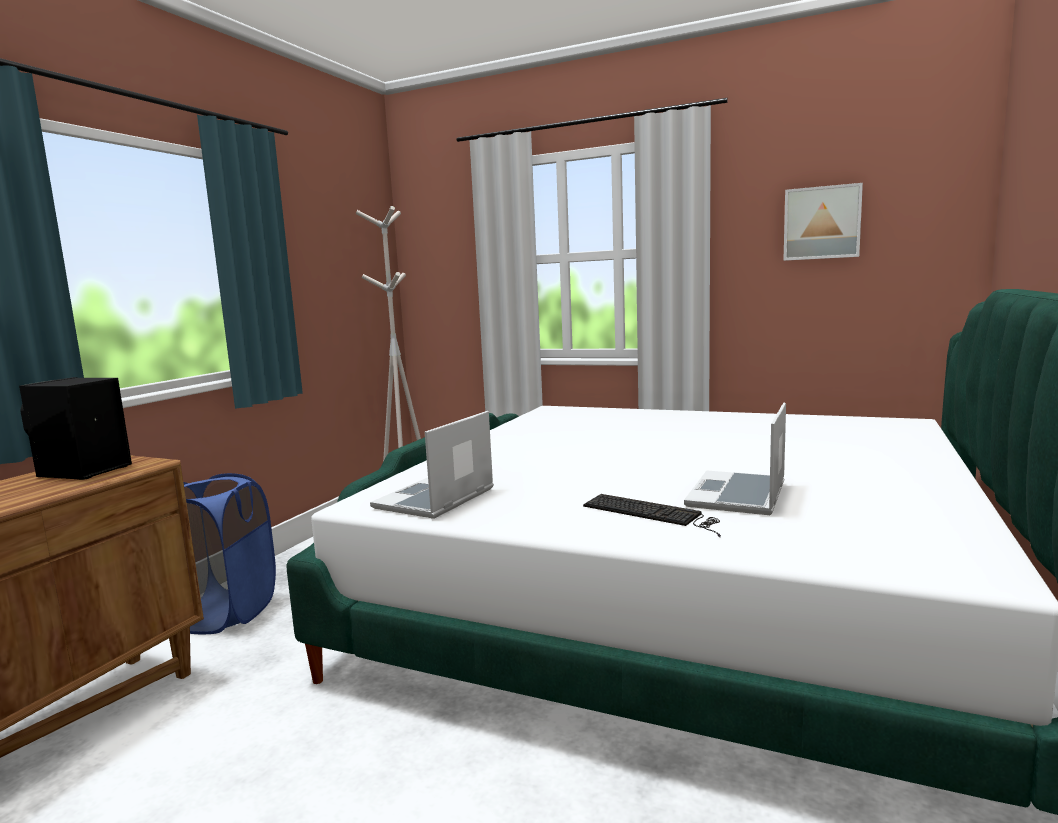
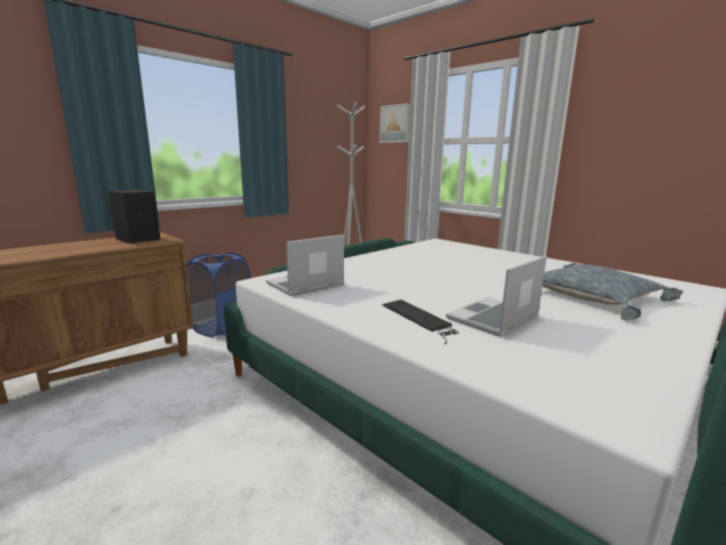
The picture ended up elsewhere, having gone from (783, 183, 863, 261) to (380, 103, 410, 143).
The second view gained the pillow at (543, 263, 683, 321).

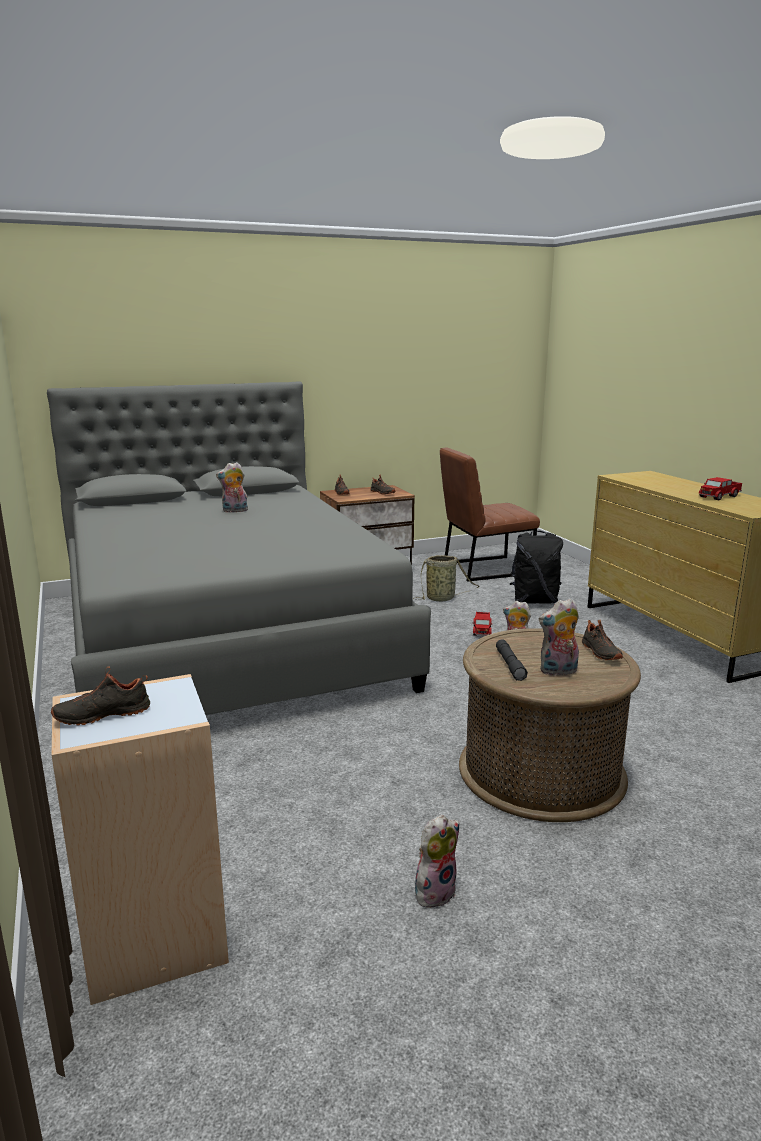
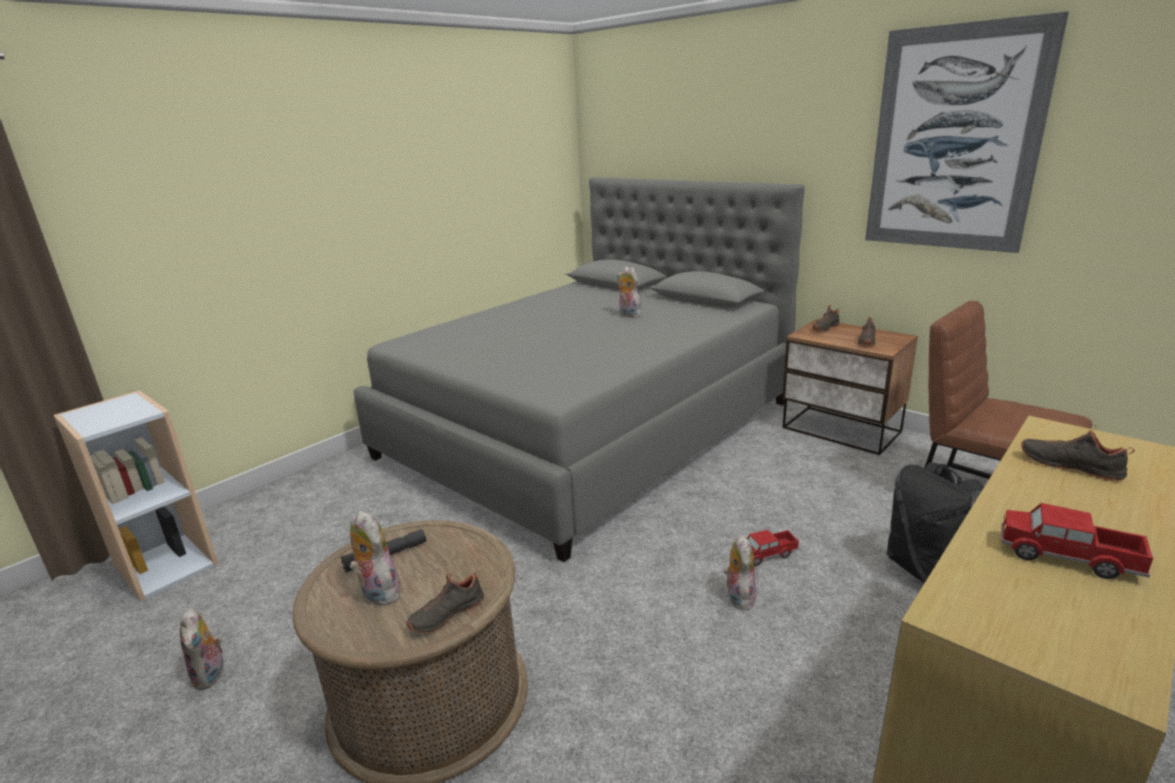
The black shoe ended up elsewhere, having gone from (51, 666, 150, 725) to (1021, 425, 1135, 481).
The second view lost the basket at (413, 555, 480, 601).
The plush toy at (415, 815, 460, 907) ended up facing another way, 45 degrees clockwise from before.
The second view gained the picture at (865, 11, 1069, 253).

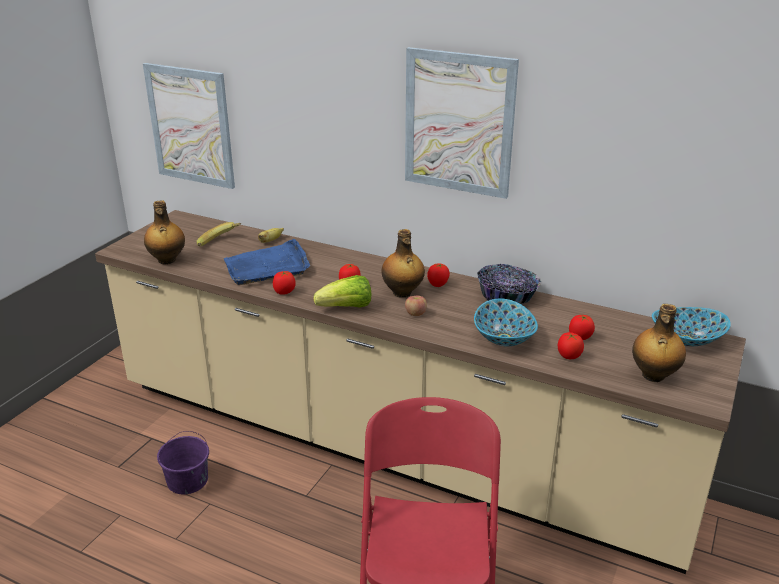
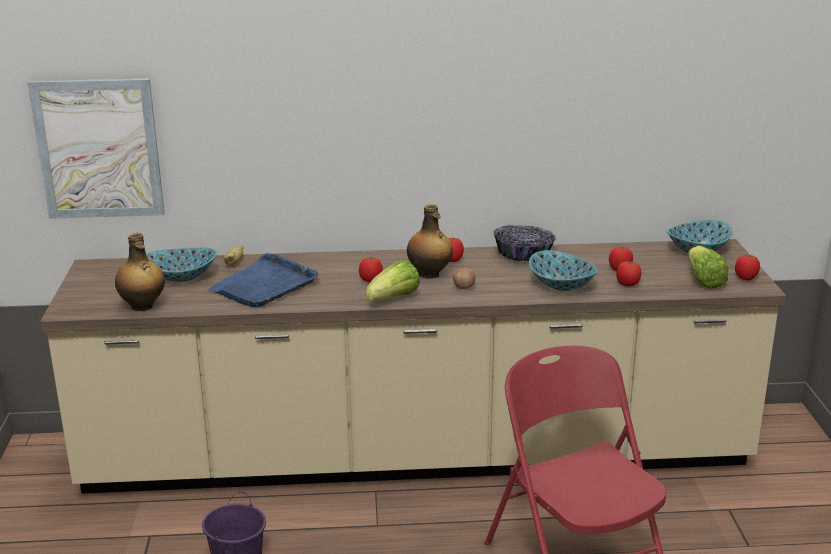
Where the banana stood at (197, 222, 241, 247), the bowl came to stand at (146, 248, 217, 282).
The tomato ended up elsewhere, having gone from (273, 271, 296, 295) to (735, 255, 760, 280).
The second view lost the picture at (405, 47, 519, 199).
Where the bottle stood at (632, 304, 686, 382), the lettuce came to stand at (688, 246, 728, 289).

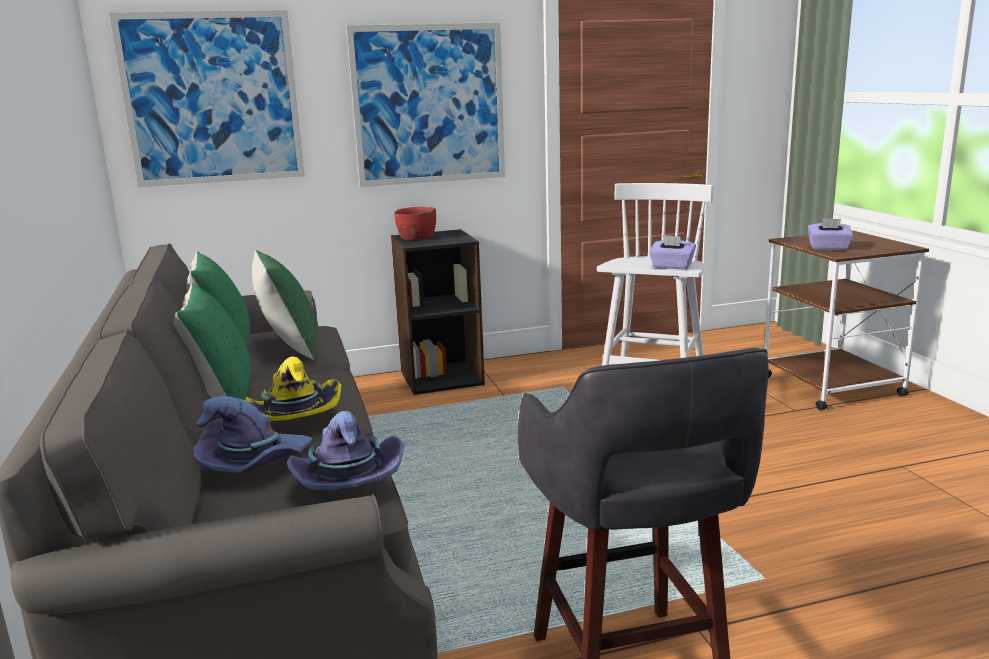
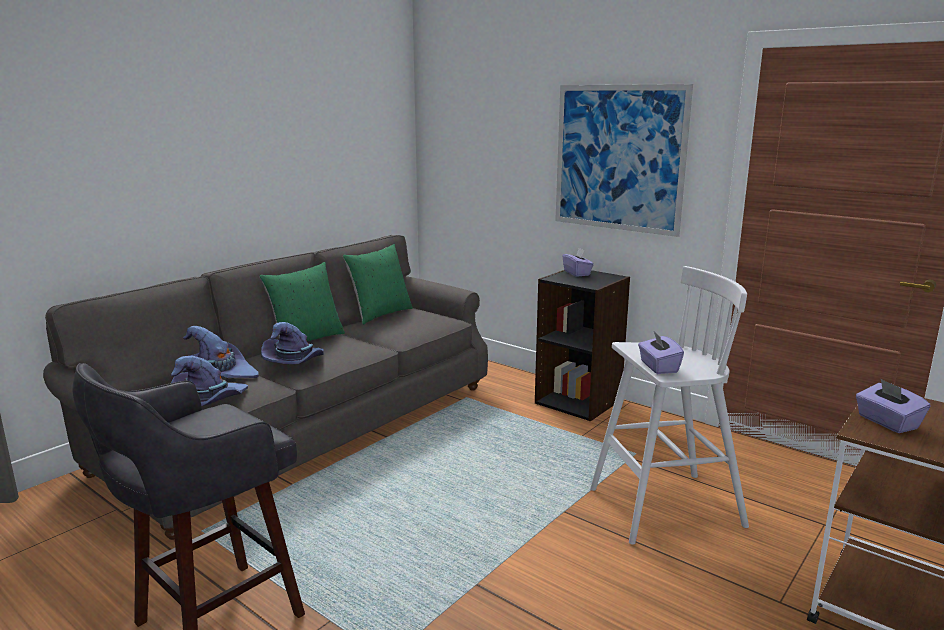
The second view lost the picture at (109, 10, 305, 187).
What was the yellow hat at (245, 357, 341, 421) turned into the purple hat at (261, 322, 324, 364).
The second view lost the green pillow at (252, 250, 317, 360).
Where the red bowl stood at (394, 207, 436, 240), the purple tissue box came to stand at (562, 248, 594, 277).

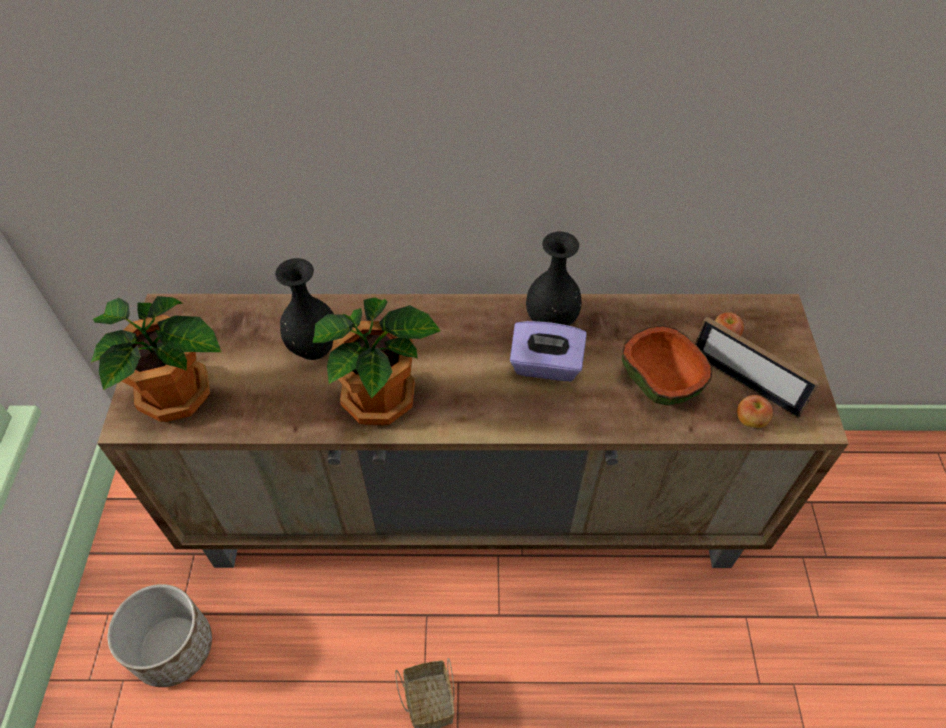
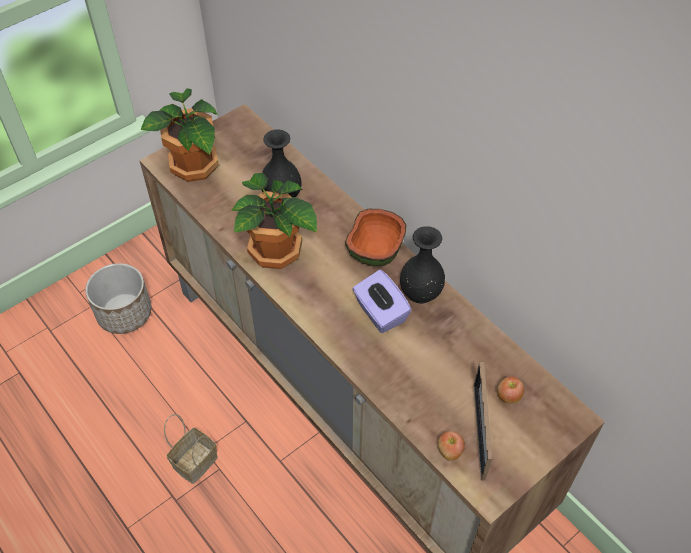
The bowl ended up elsewhere, having gone from (622, 325, 712, 405) to (345, 209, 406, 266).

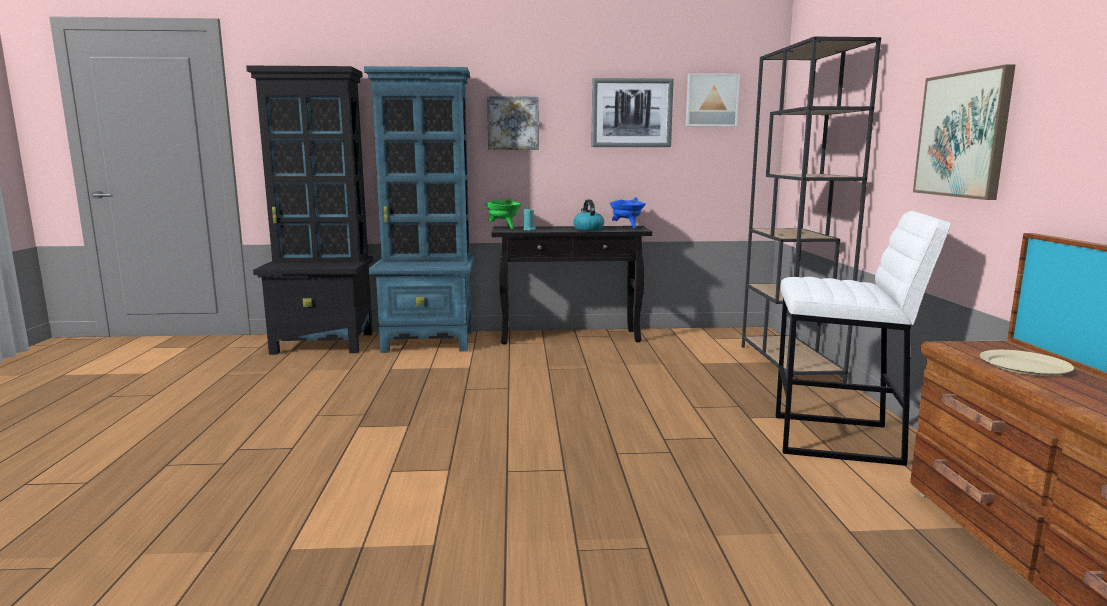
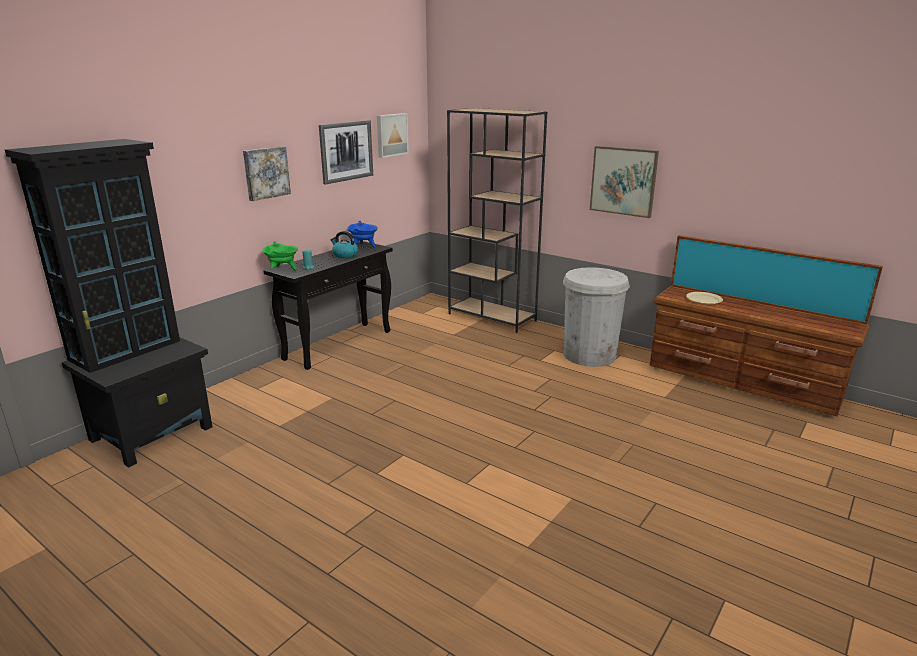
The second view lost the blue cabinet at (364, 66, 475, 353).
Where the white stool stood at (776, 211, 950, 466), the white trash can came to stand at (563, 267, 630, 367).

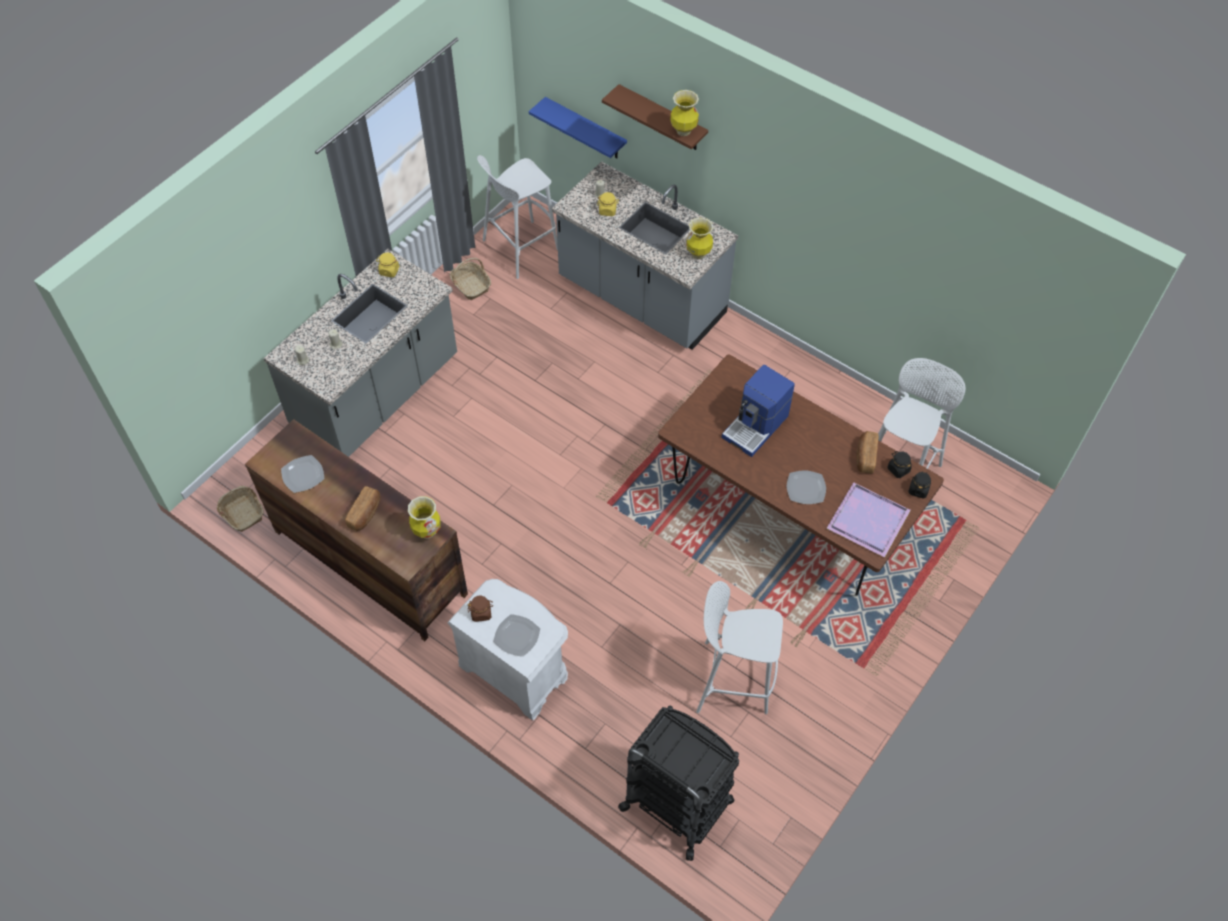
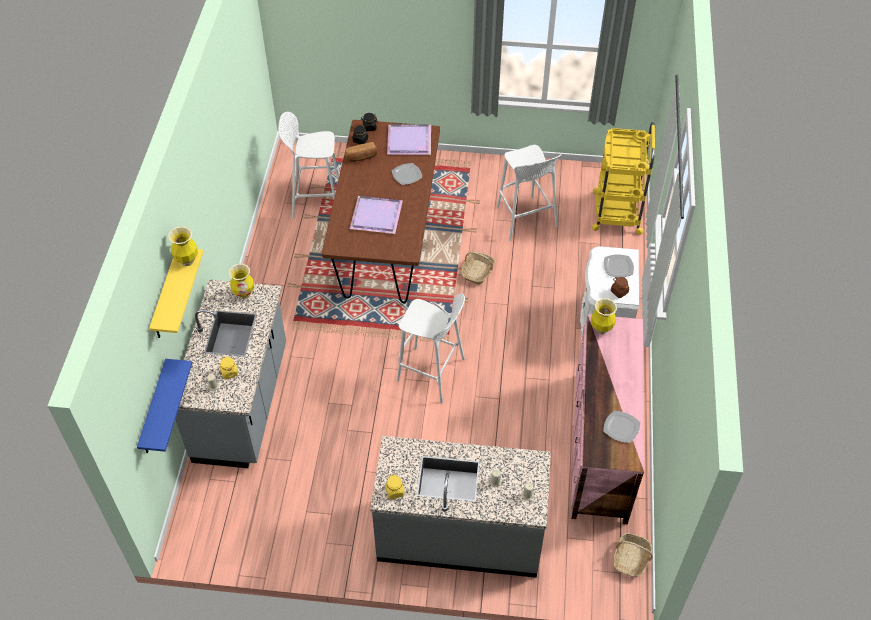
What was the brown cabinet at (245, 419, 468, 641) turned into the pink cabinet at (571, 314, 644, 524).
The second view lost the bread at (345, 486, 380, 531).
The basket ended up elsewhere, having gone from (449, 258, 491, 300) to (462, 252, 495, 284).
The white stool ended up elsewhere, having gone from (477, 155, 558, 279) to (397, 293, 465, 404).
What was the brown shelf at (602, 84, 708, 150) turned into the yellow shelf at (149, 249, 204, 338).
What was the black cart at (618, 706, 739, 861) turned into the yellow cart at (592, 122, 655, 235).
Where the coffee machine stood at (722, 365, 795, 457), the purple tray came to stand at (350, 196, 403, 234).

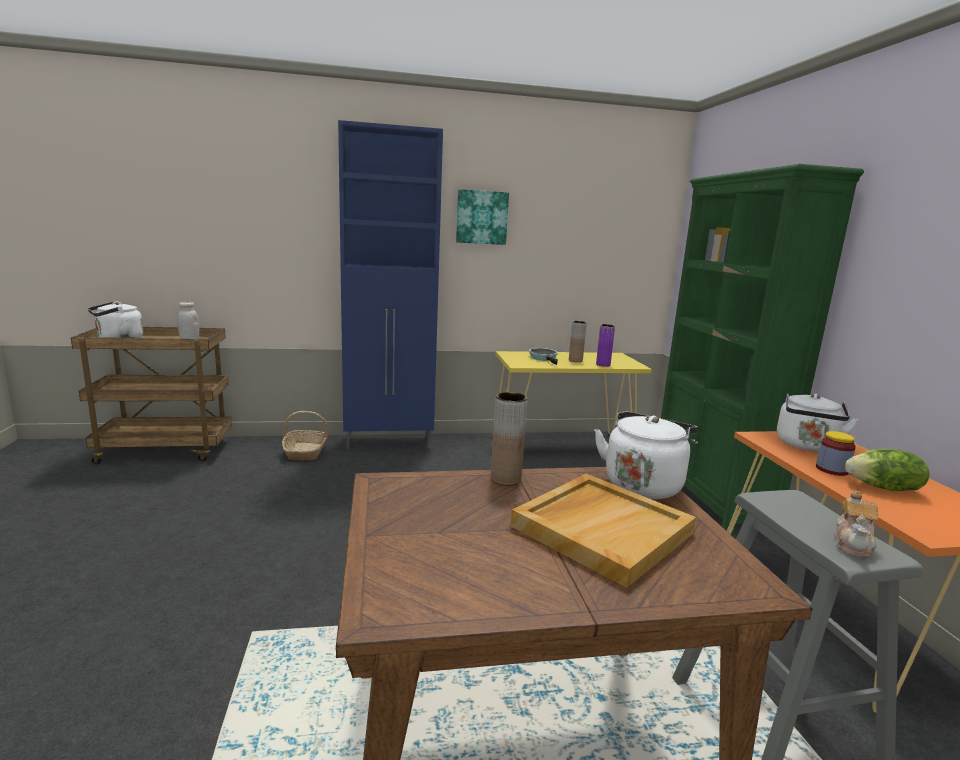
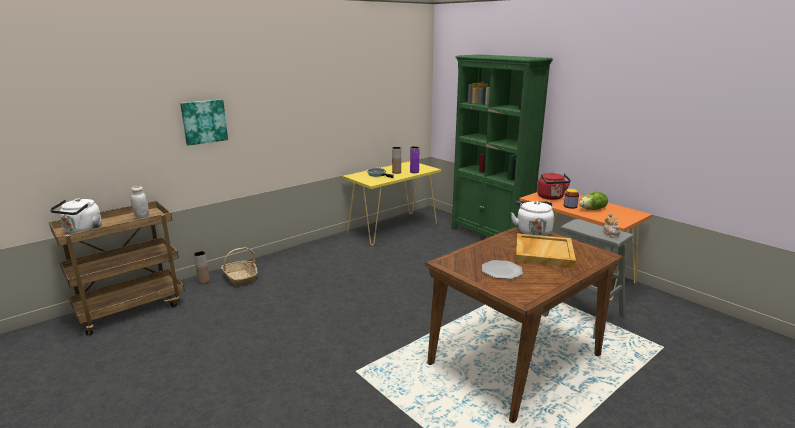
The second view lost the blue cabinet at (338, 120, 443, 450).
The picture ended up elsewhere, having gone from (456, 189, 509, 245) to (180, 99, 228, 146).
The brown vase ended up elsewhere, having gone from (491, 392, 528, 486) to (194, 251, 210, 284).
What was the white kettle at (777, 393, 859, 451) turned into the red kettle at (537, 172, 571, 200).
The second view gained the plate at (482, 260, 523, 279).

